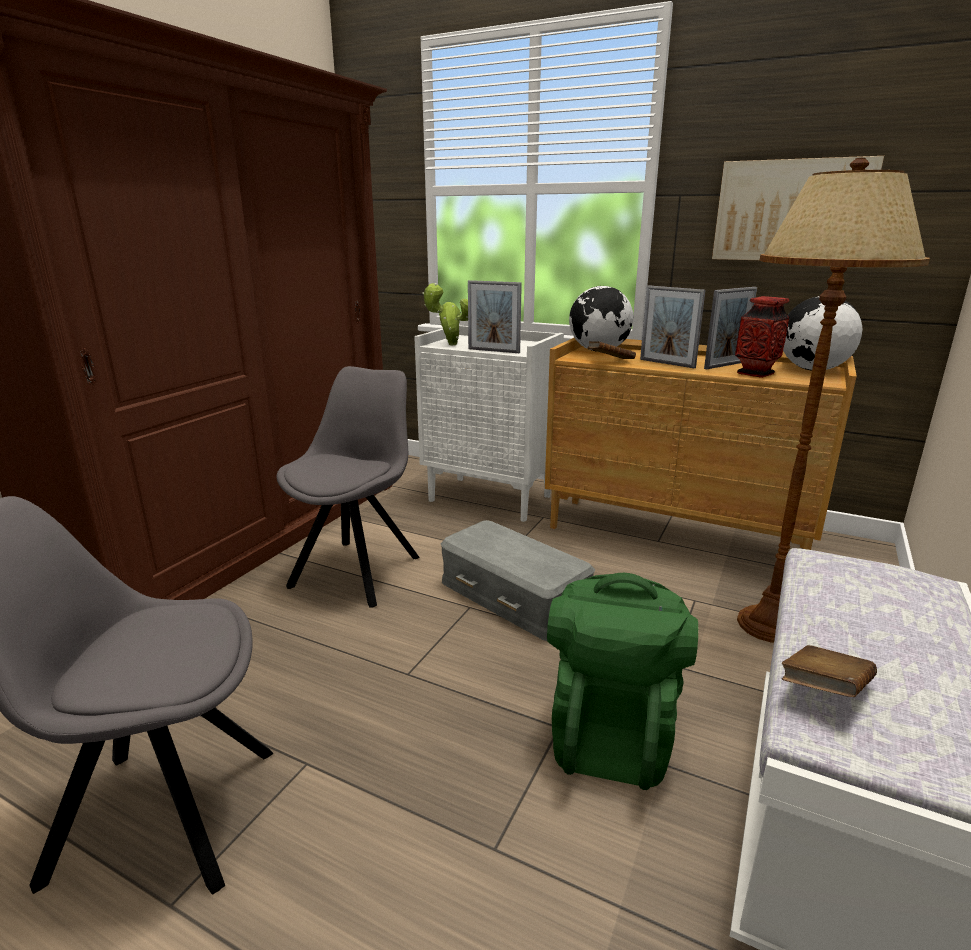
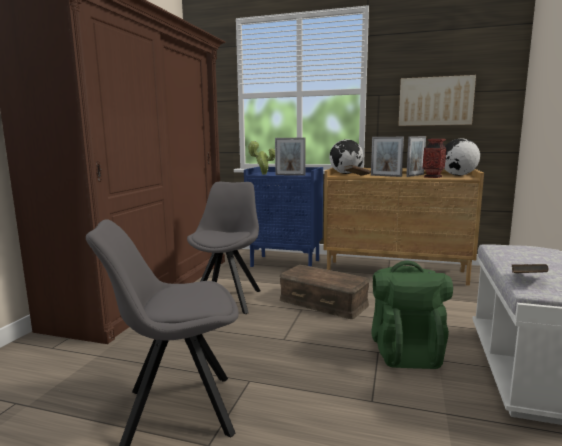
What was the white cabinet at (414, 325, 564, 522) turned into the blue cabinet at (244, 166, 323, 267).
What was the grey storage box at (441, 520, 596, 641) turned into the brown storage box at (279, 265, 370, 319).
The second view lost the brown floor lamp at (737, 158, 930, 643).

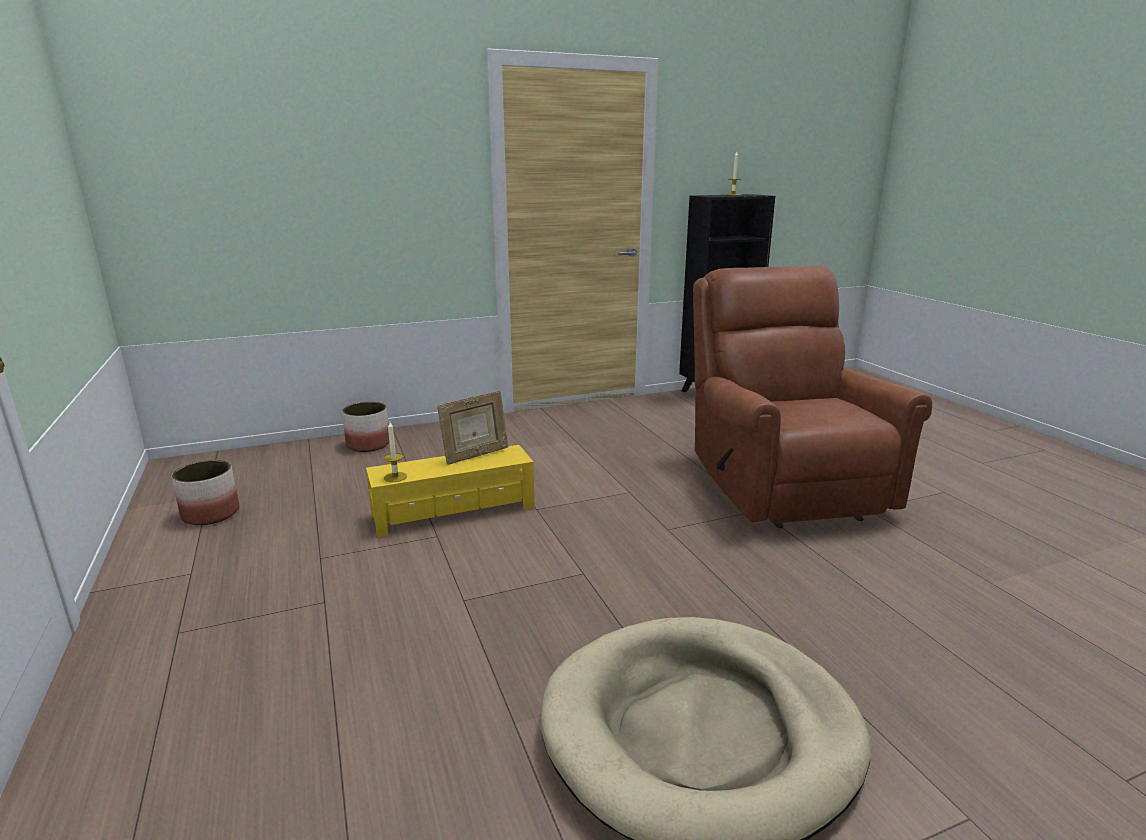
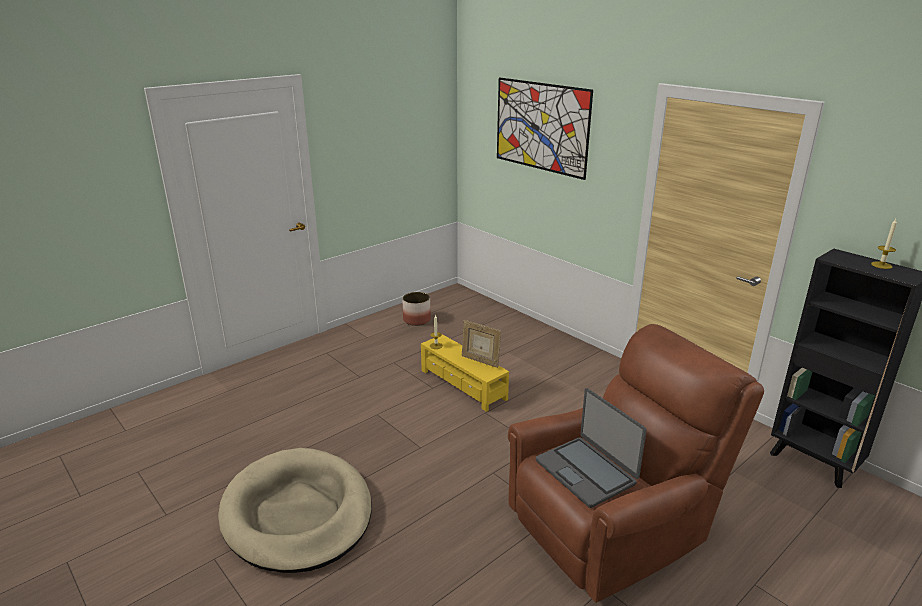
The second view lost the planter at (342, 402, 390, 452).
The second view gained the picture at (497, 77, 593, 180).
The second view gained the laptop at (536, 388, 647, 508).

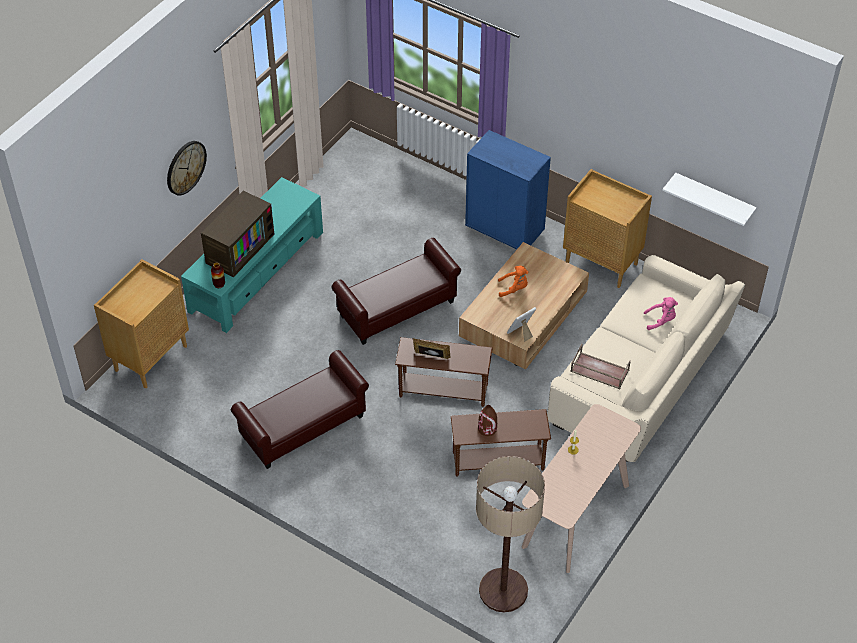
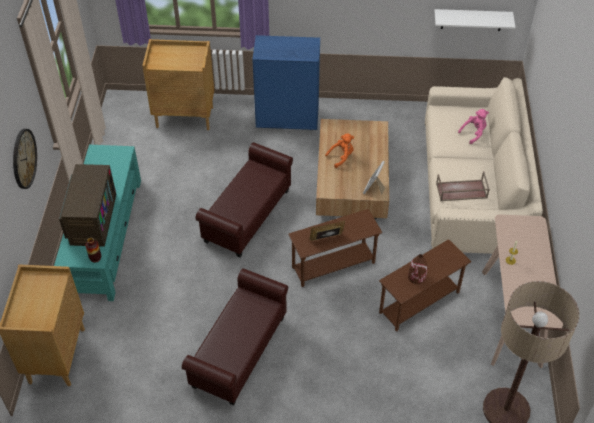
The brown cabinet ended up elsewhere, having gone from (563, 169, 652, 288) to (142, 39, 214, 130).

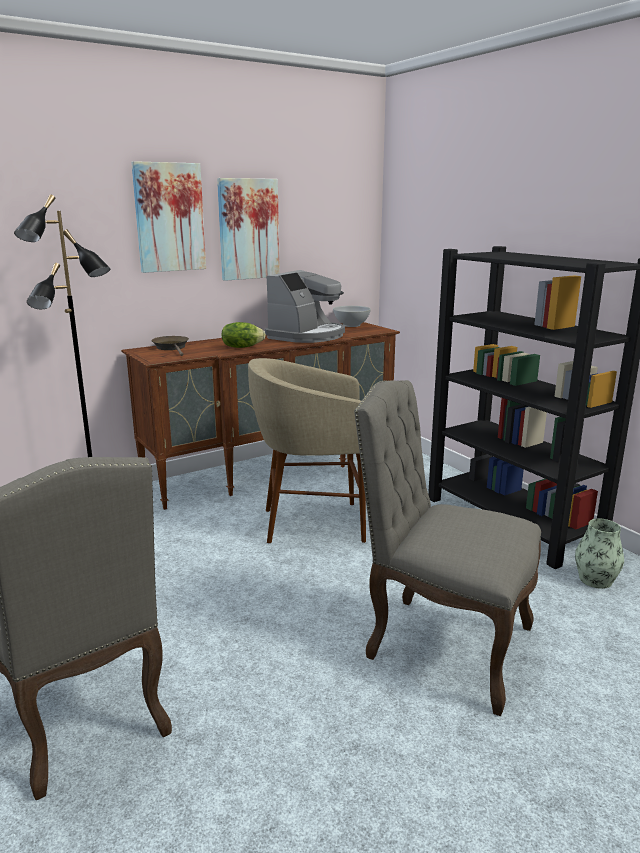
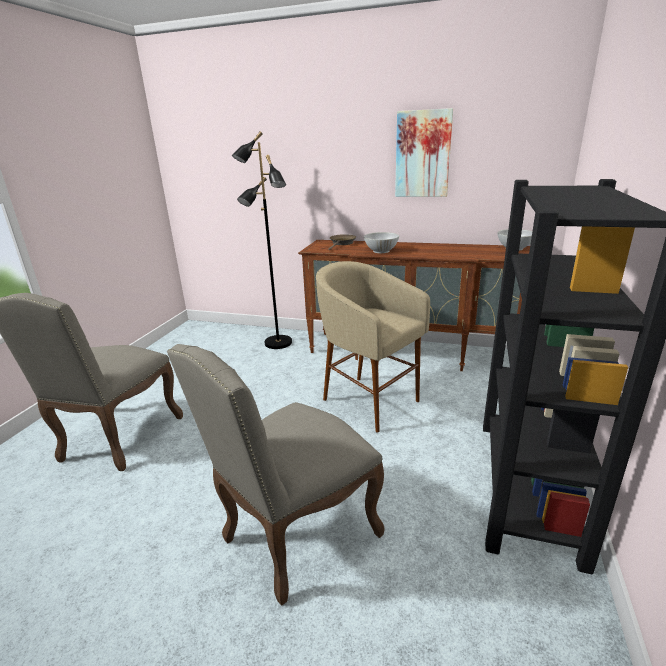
The second view lost the picture at (131, 161, 206, 273).
Where the lettuce stood at (221, 322, 266, 348), the white bowl came to stand at (364, 232, 399, 253).
The second view lost the coffee machine at (265, 270, 345, 343).
The grey chair at (354, 380, 541, 716) ended up facing another way, 120 degrees counterclockwise from before.
The second view lost the vase at (575, 519, 624, 589).

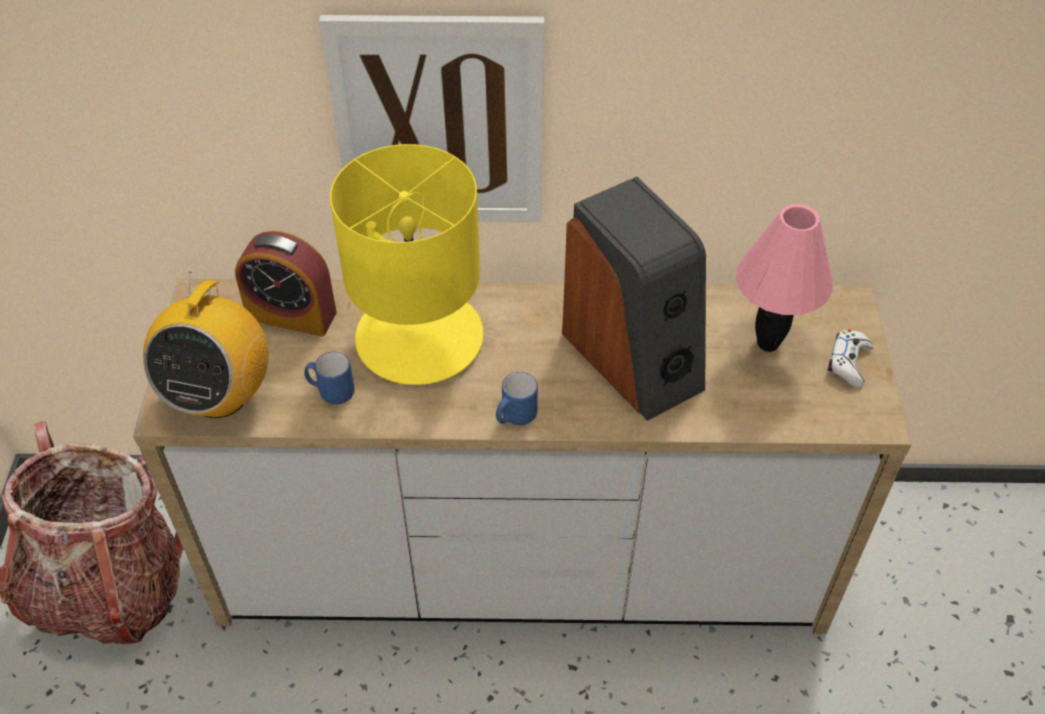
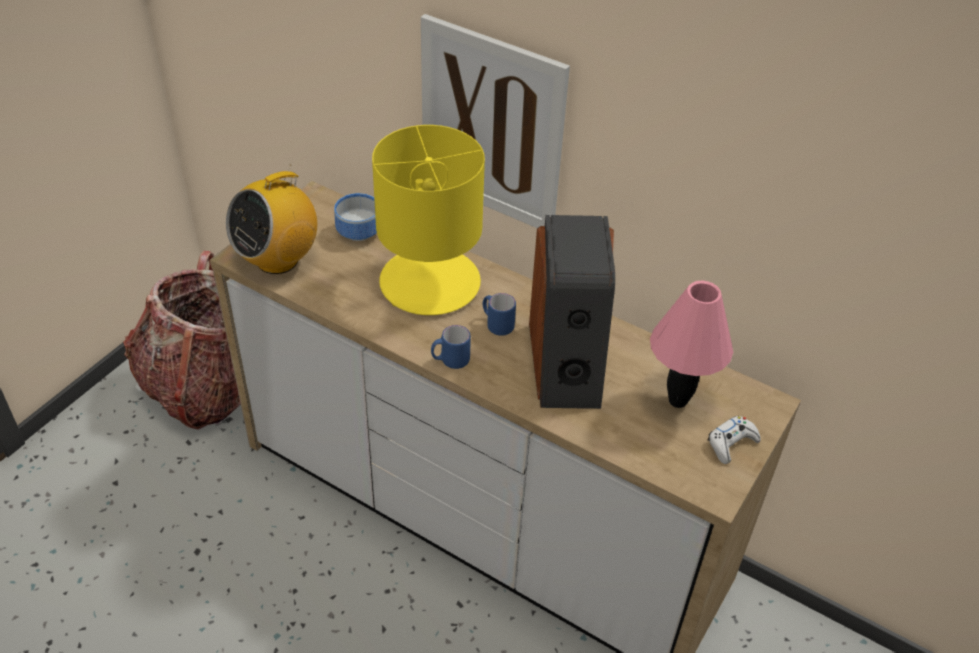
Where the alarm clock stood at (235, 231, 337, 337), the bowl came to stand at (334, 193, 377, 241).
The blue mug ended up elsewhere, having gone from (304, 352, 355, 404) to (483, 293, 516, 336).

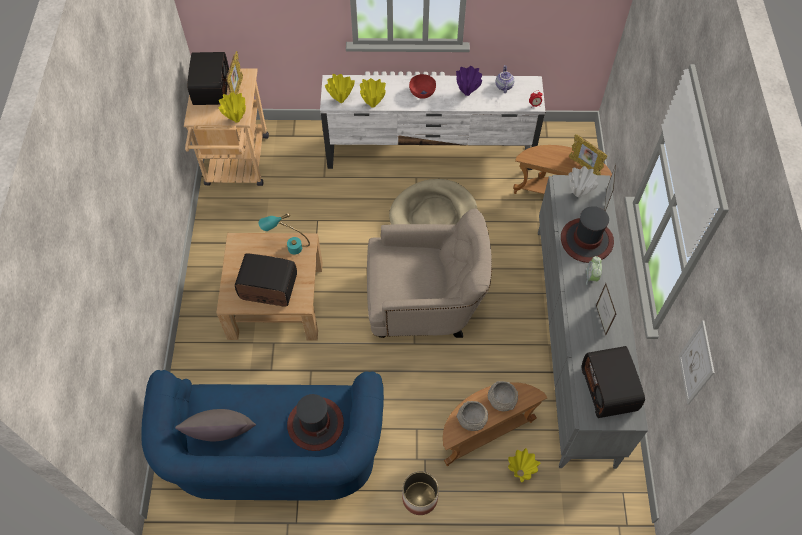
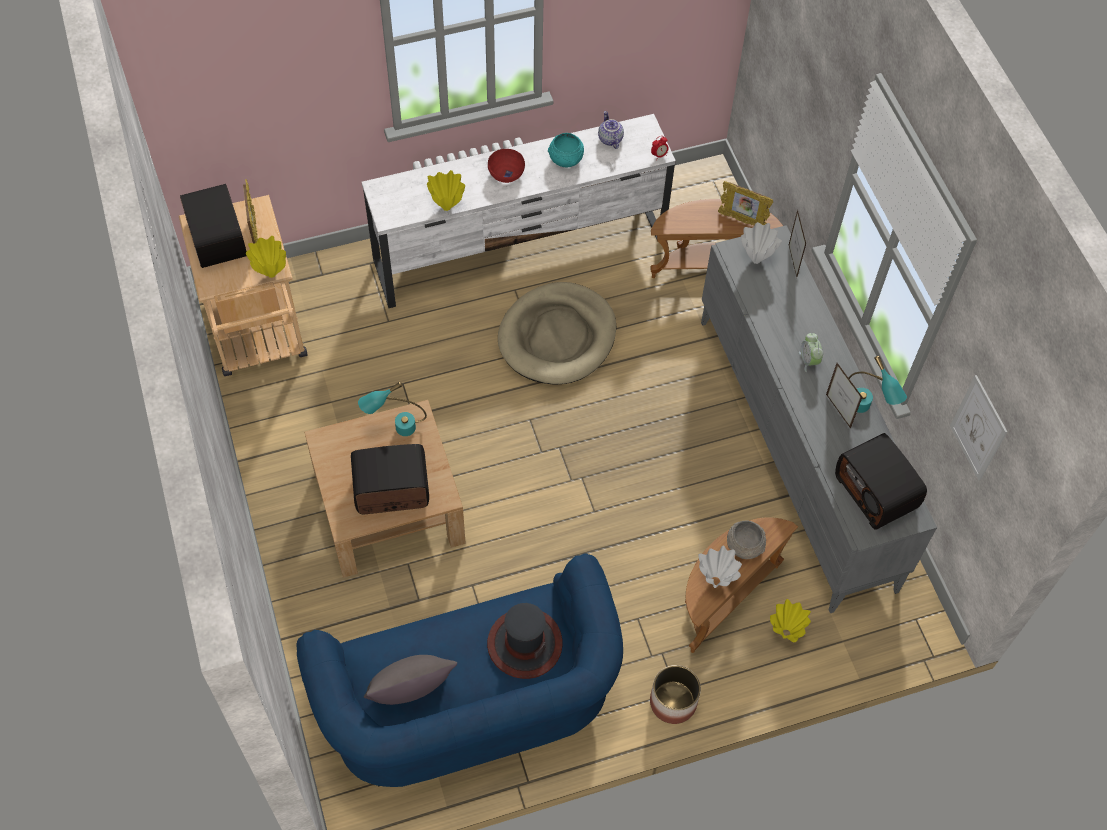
The second view lost the yellow vase at (325, 74, 355, 103).
The second view lost the beige armchair at (367, 209, 492, 338).
Where the purple vase stood at (456, 66, 482, 96), the turquoise bowl came to stand at (548, 133, 584, 167).
Where the grey bowl stood at (457, 401, 488, 431), the white vase came to stand at (699, 546, 742, 588).
The second view lost the hat at (561, 206, 614, 263).
The second view gained the turquoise table lamp at (849, 356, 907, 413).

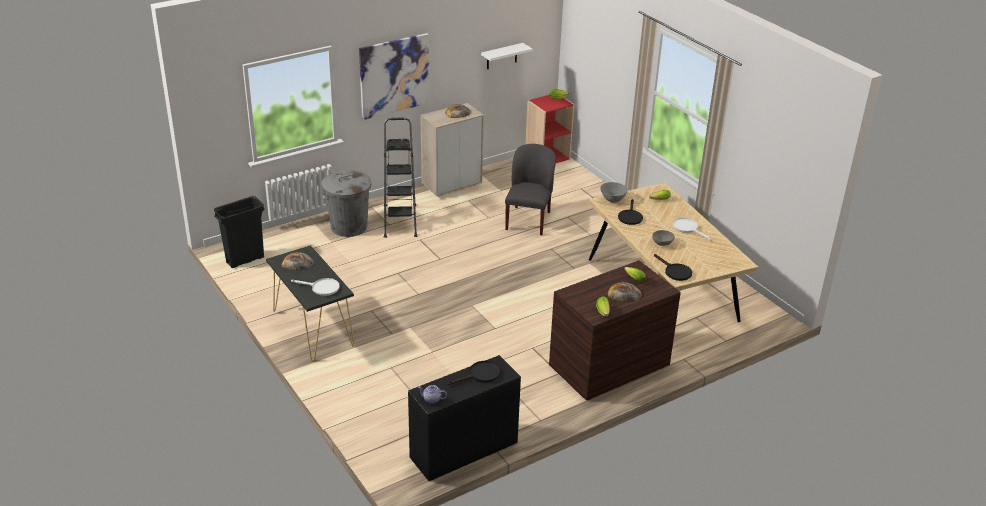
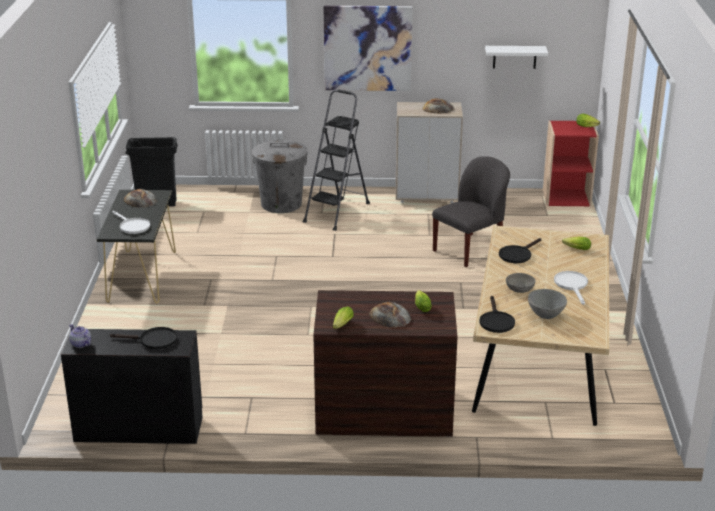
The grey bowl ended up elsewhere, having gone from (600, 182, 627, 203) to (528, 289, 567, 319).

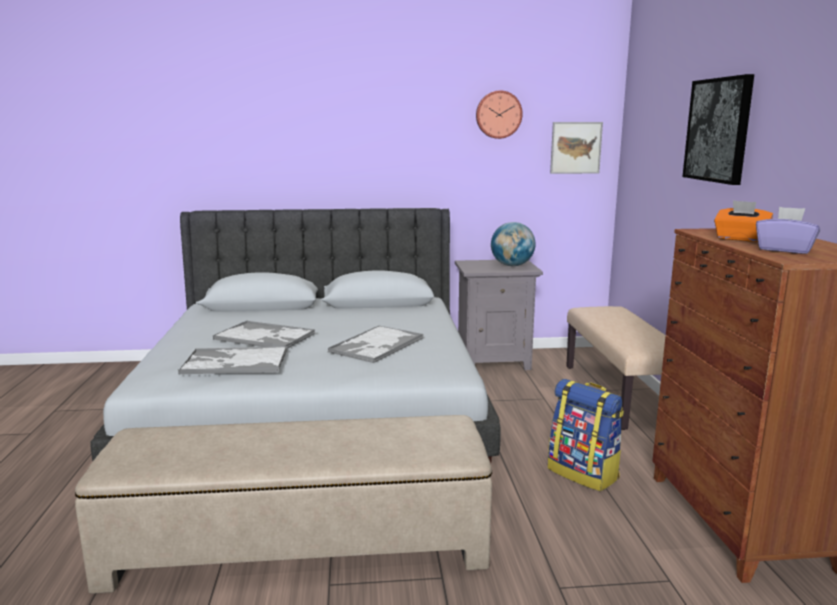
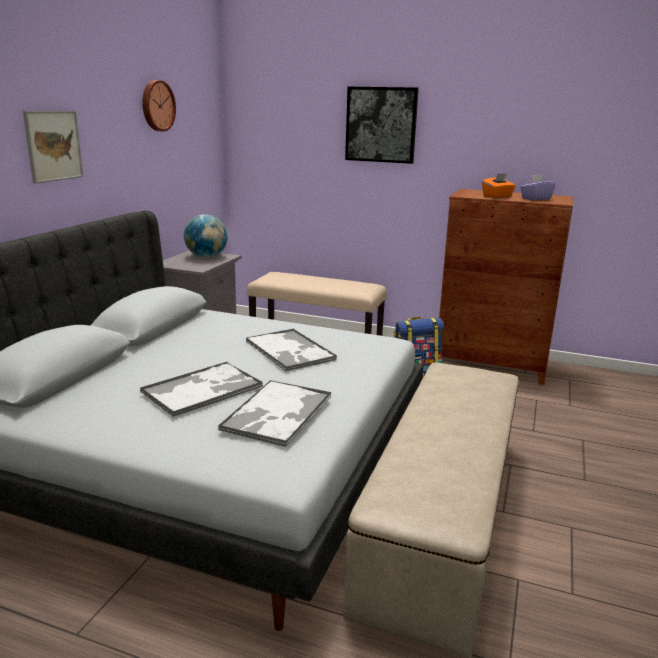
The picture ended up elsewhere, having gone from (550, 122, 603, 174) to (23, 111, 83, 184).

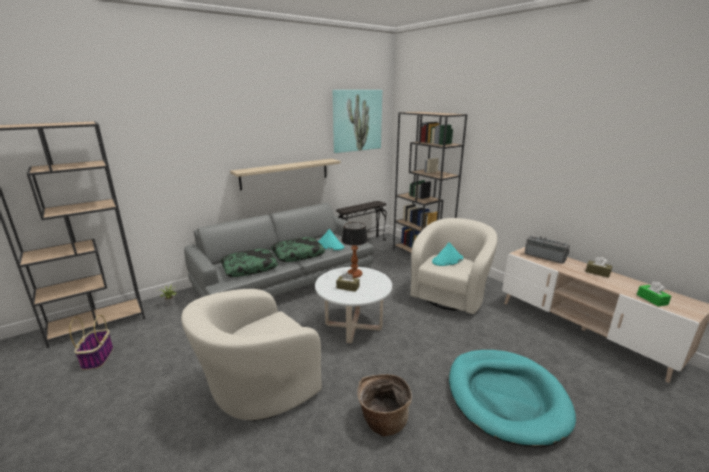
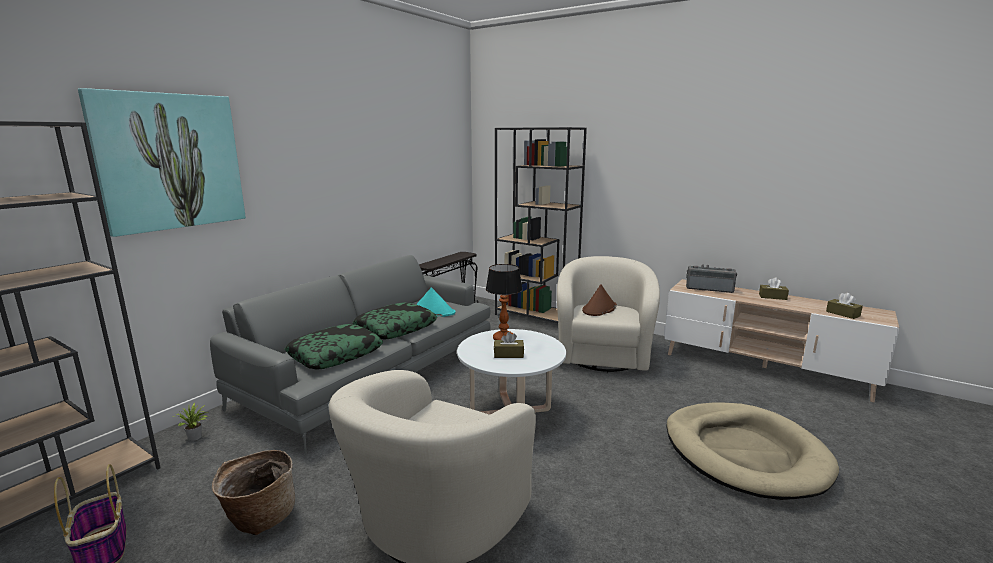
The second view lost the shelf at (230, 159, 341, 191).
The picture ended up elsewhere, having gone from (333, 90, 382, 153) to (78, 88, 246, 237).
The basket ended up elsewhere, having gone from (357, 374, 412, 437) to (212, 450, 295, 535).
What was the turquoise hat at (432, 242, 463, 266) turned into the brown hat at (582, 284, 617, 316).
What was the turquoise dog bed at (449, 350, 576, 448) turned into the beige dog bed at (666, 403, 839, 500).
What was the green tissue box at (637, 281, 671, 307) turned into the brown tissue box at (826, 293, 863, 319).

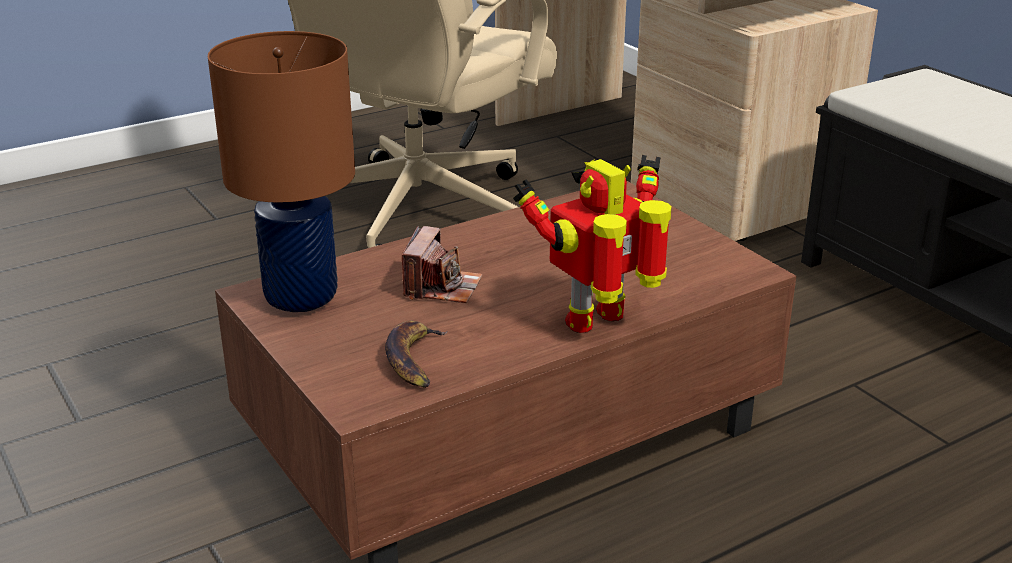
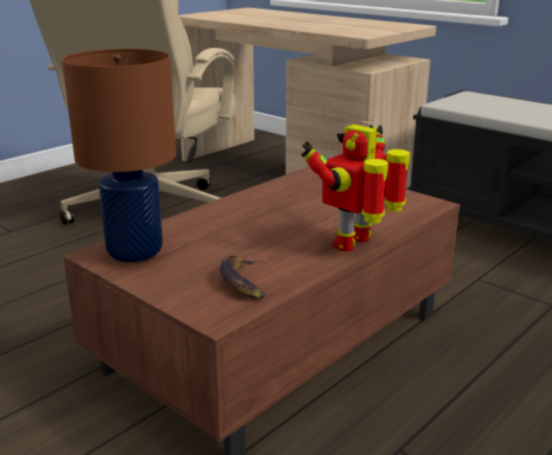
The second view lost the photo camera at (402, 226, 483, 303).

